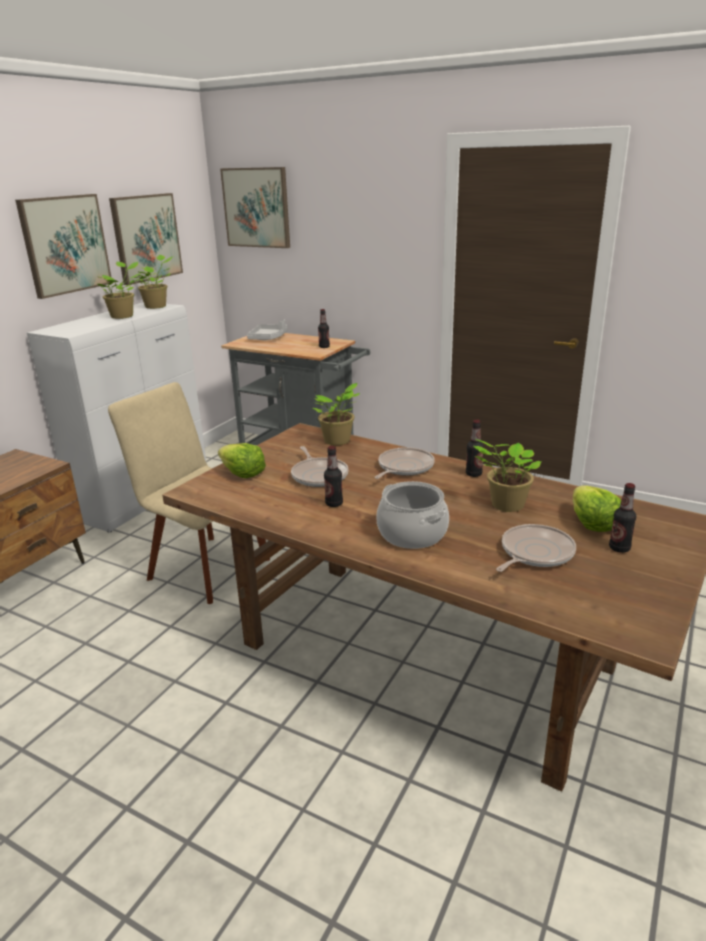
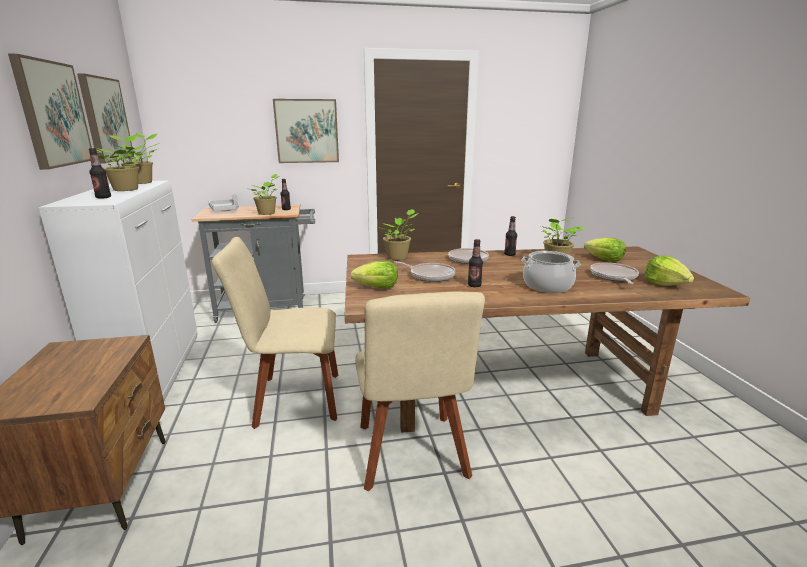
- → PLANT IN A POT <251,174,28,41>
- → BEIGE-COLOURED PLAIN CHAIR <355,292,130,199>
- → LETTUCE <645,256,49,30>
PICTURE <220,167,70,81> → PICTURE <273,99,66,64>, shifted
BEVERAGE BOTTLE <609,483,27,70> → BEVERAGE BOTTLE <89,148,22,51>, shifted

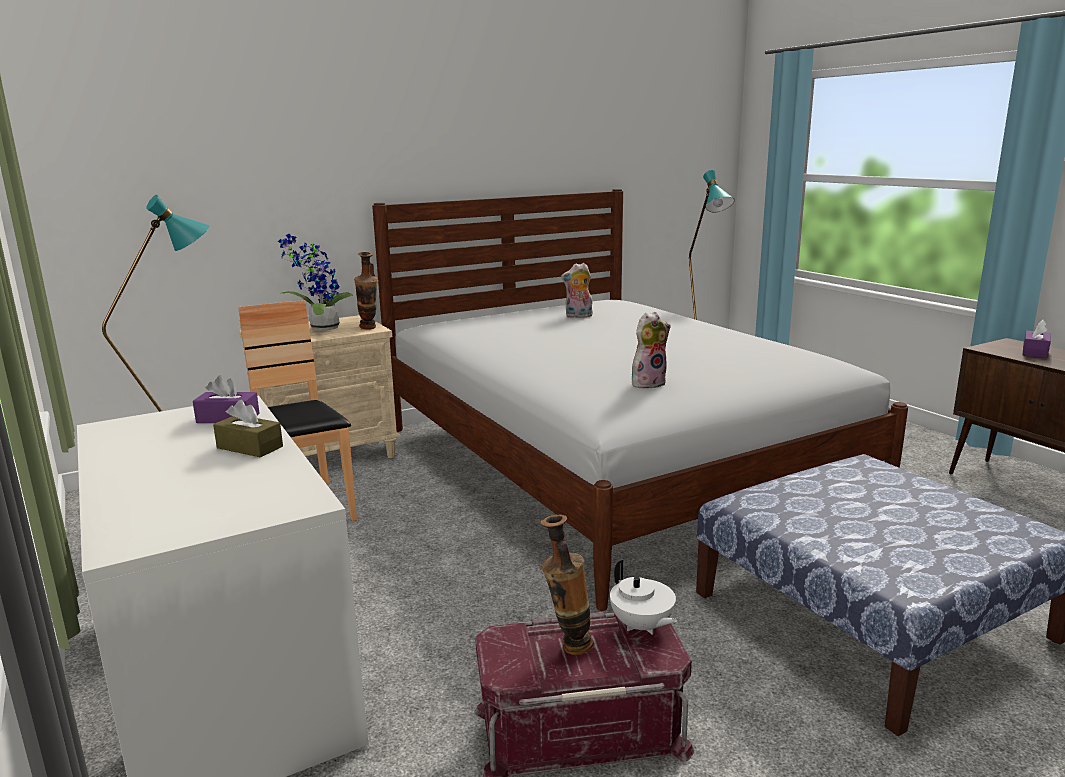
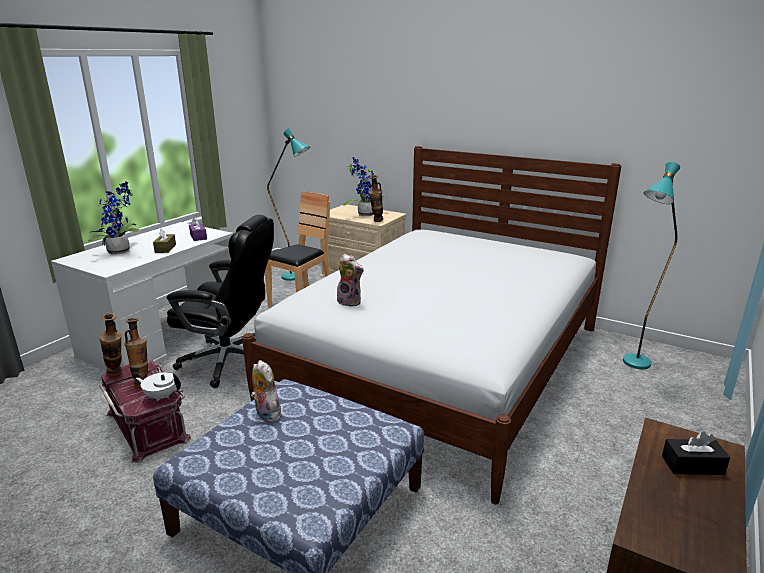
- → PLANT IN A POT <88,181,52,74>
- → VASE <99,314,23,63>
- → BLACKISH COMPUTER CHAIR <167,215,107,173>
PLUSH TOY <561,263,32,55> → PLUSH TOY <251,360,30,63>, shifted
PURPLE-COLOURED BOX OF TISSUES <1023,320,28,38> → BLACKISH BOX OF TISSUES <662,431,68,44>
WHITISH TEA POT <610,560,67,75> → WHITISH TEA POT <136,372,45,29>, 75 degrees clockwise

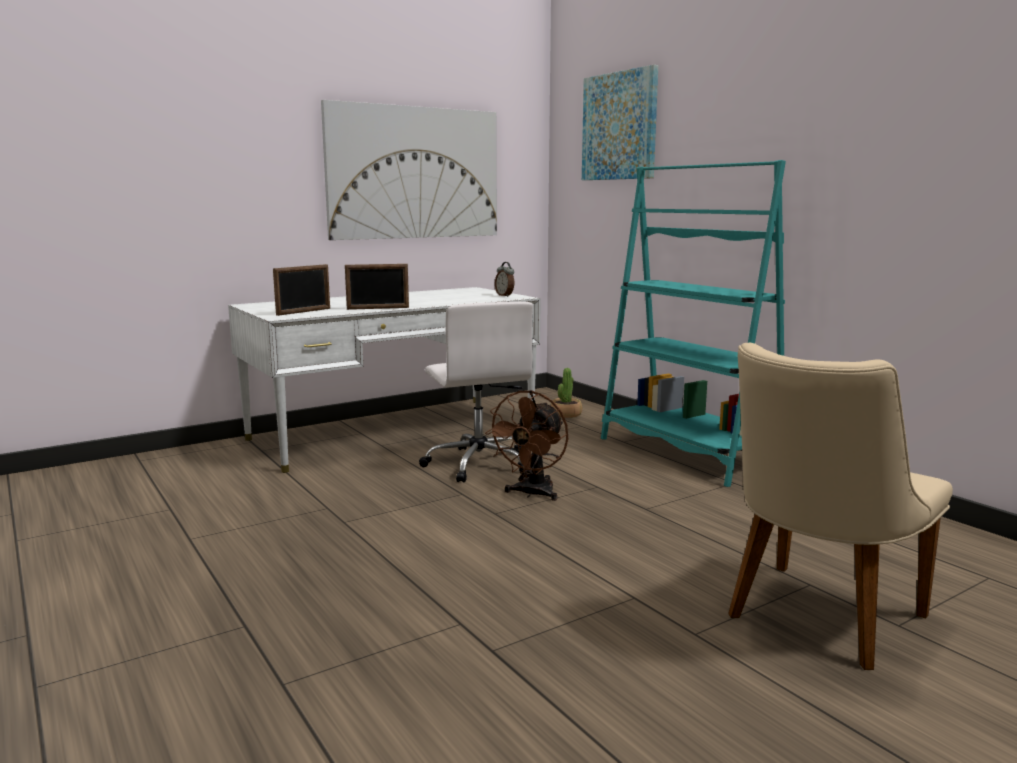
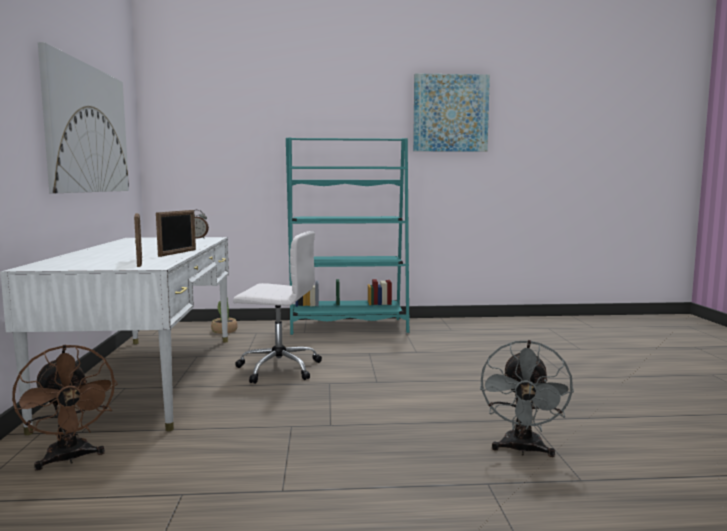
BEIGE-COLOURED PLAIN CHAIR <728,343,225,327> → -
- → GREYISH COOLING FAN <480,340,94,117>
BROWN COOLING FAN <485,390,83,111> → BROWN COOLING FAN <12,344,106,127>, shifted
PICTURE <582,65,76,115> → PICTURE <413,74,77,78>, shifted

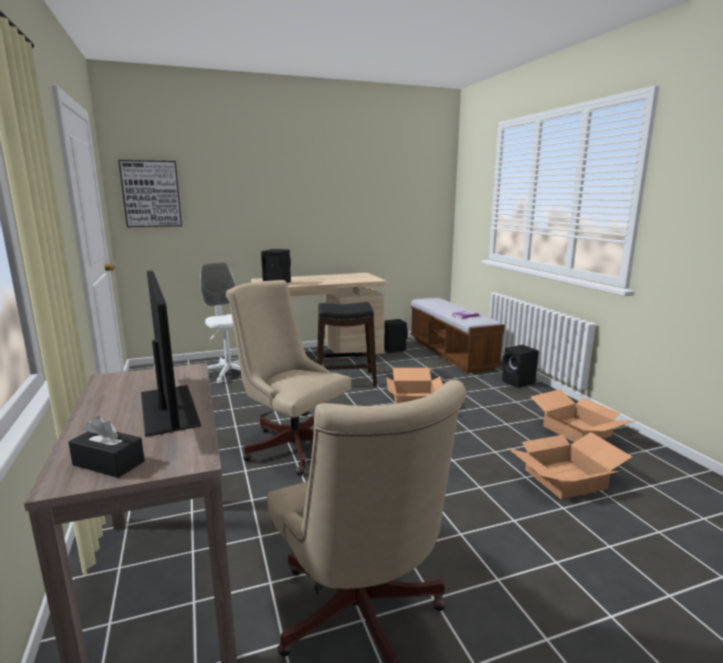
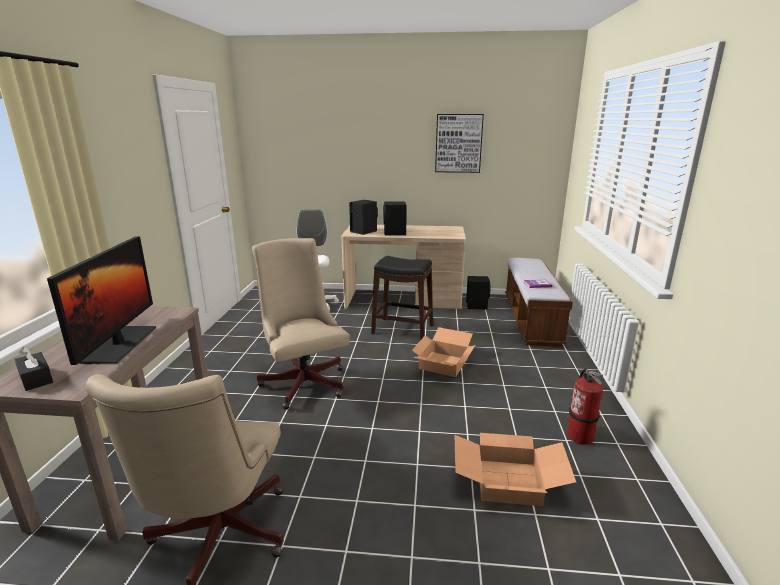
PICTURE <118,160,64,67> → PICTURE <435,114,49,59>, shifted
BLACKISH SPEAKER <502,345,37,43> → BLACKISH SPEAKER <383,201,24,35>, shifted
CARTON <531,389,103,53> → FIRE EXTINGUISHER <567,369,36,76>

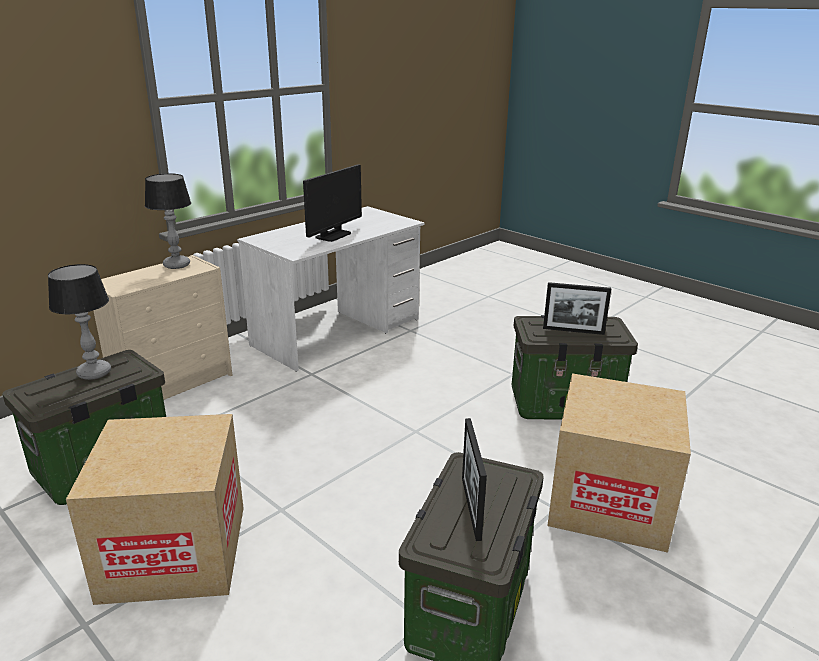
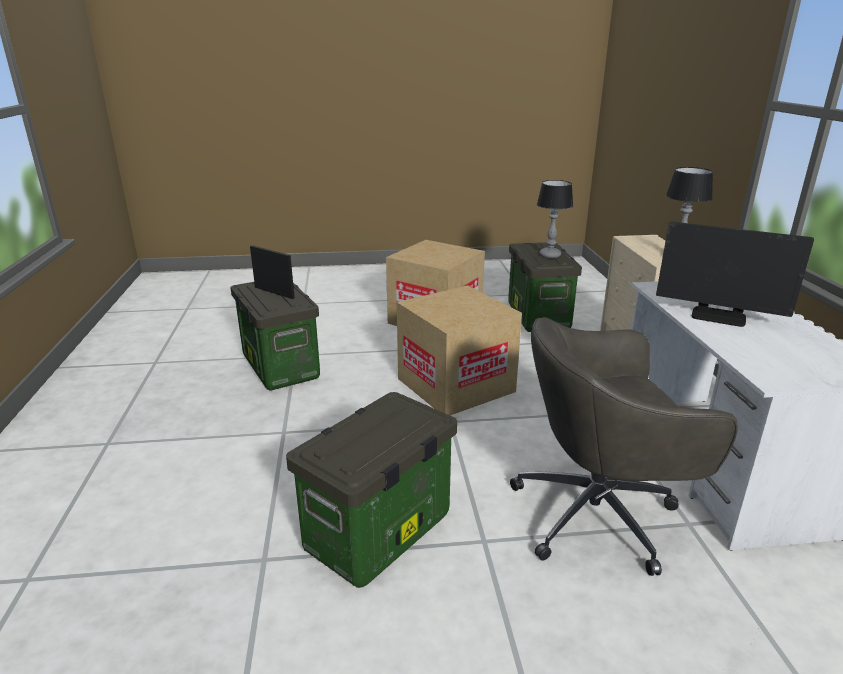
PHOTO FRAME <543,282,68,53> → -
- → GREYISH COMPUTER CHAIR <510,317,228,259>
CARTON <547,373,144,180> → CARTON <397,285,125,130>, shifted
COMPUTER SCREEN <303,164,59,78> → COMPUTER SCREEN <656,222,158,105>, 45 degrees counterclockwise

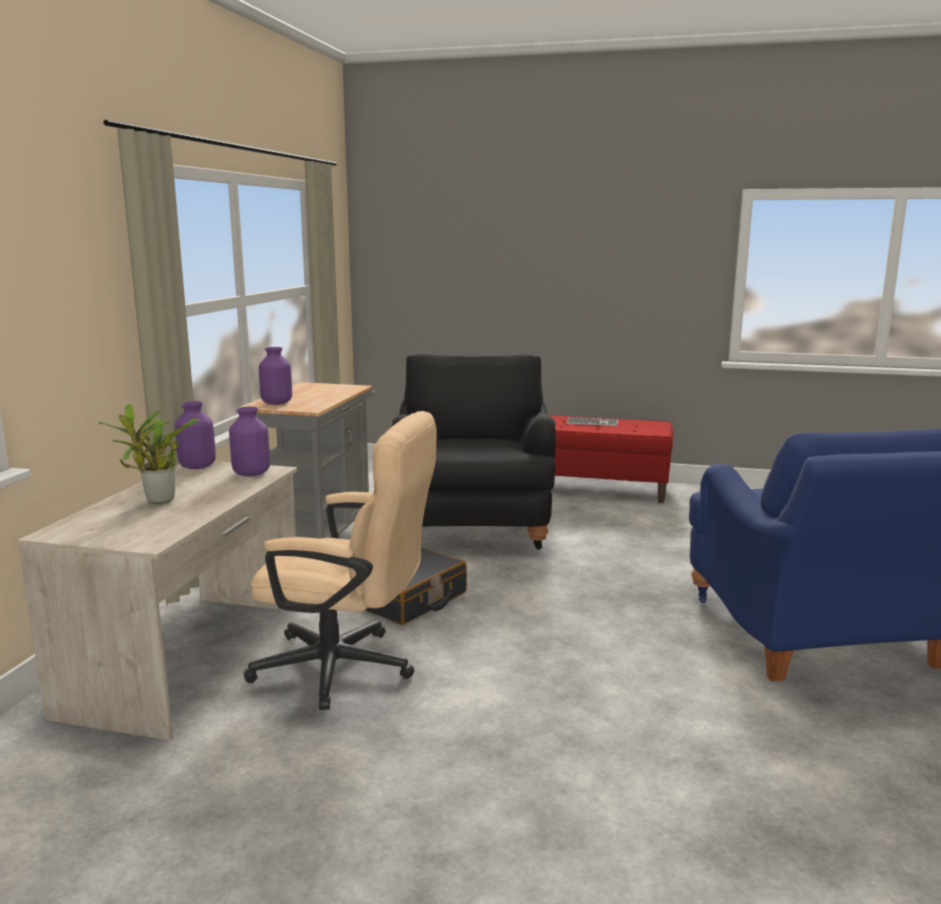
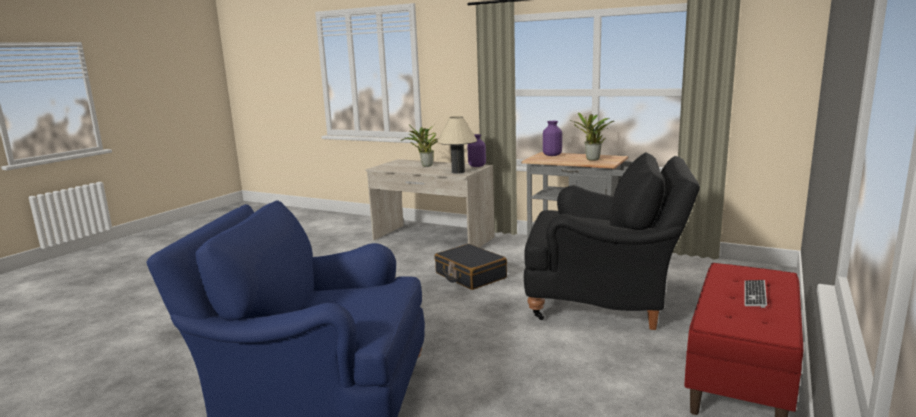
BEIGE-COLOURED COMPUTER CHAIR <244,411,192,299> → -
- → PLANT IN A POT <570,113,44,48>
PURPLE-COLOURED VASE <229,407,41,69> → BEIGE-COLOURED LAMP FOR A TABLE <437,116,40,58>

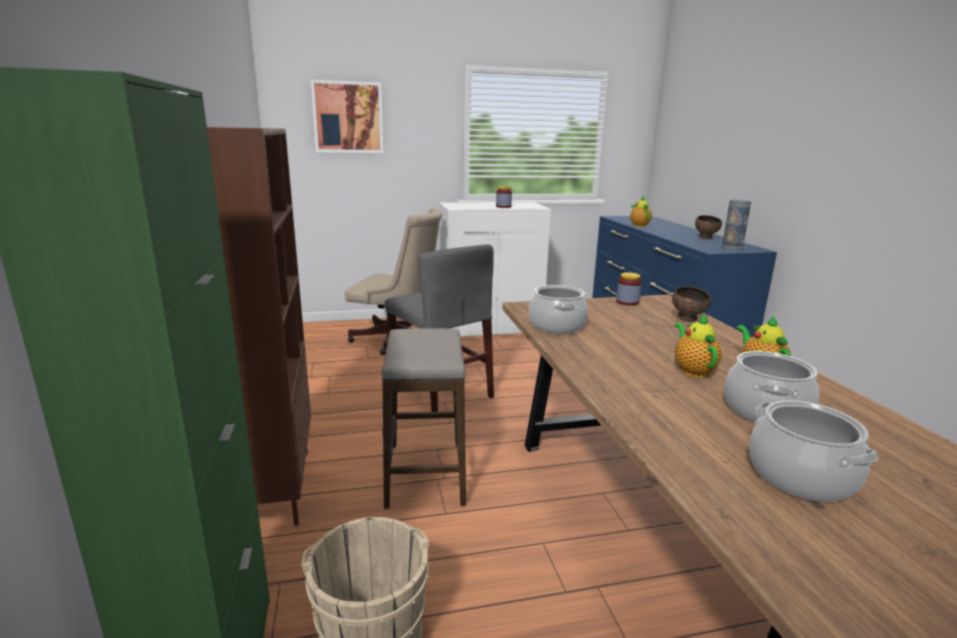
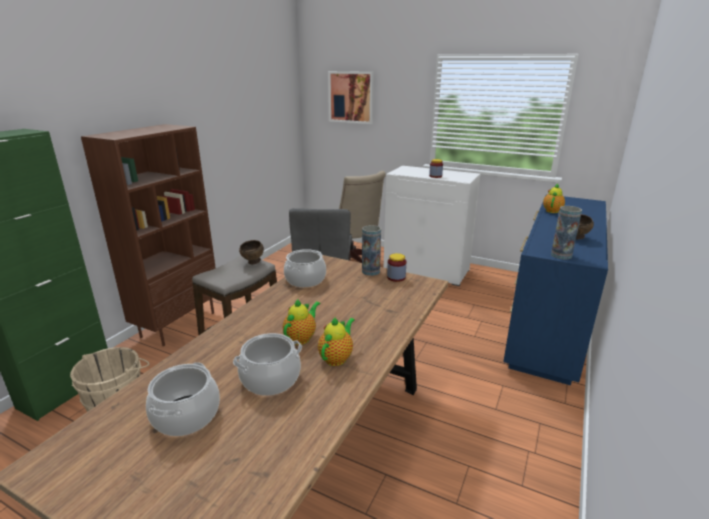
- → VASE <362,225,19,51>
BROWN SERVING BOWL <672,286,39,36> → BROWN SERVING BOWL <239,240,25,24>, shifted

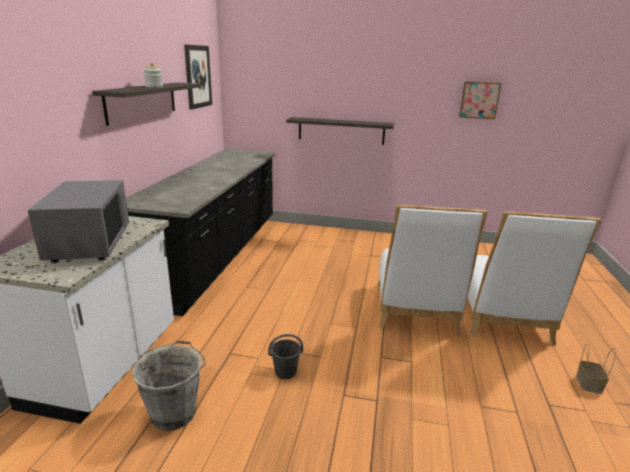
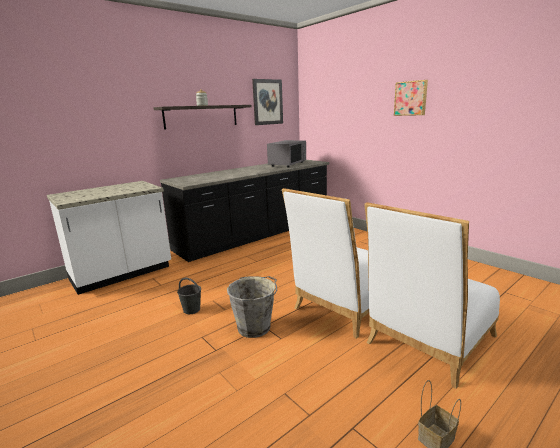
WALL SHELF <286,117,108,28> → -
GREYISH MICROWAVE OVEN <28,180,101,83> → GREYISH MICROWAVE OVEN <267,140,39,27>, shifted
GREYISH WATER BUCKET <132,340,74,91> → GREYISH WATER BUCKET <227,276,50,62>, shifted
PICTURE <459,81,43,38> → PICTURE <394,80,34,36>, shifted

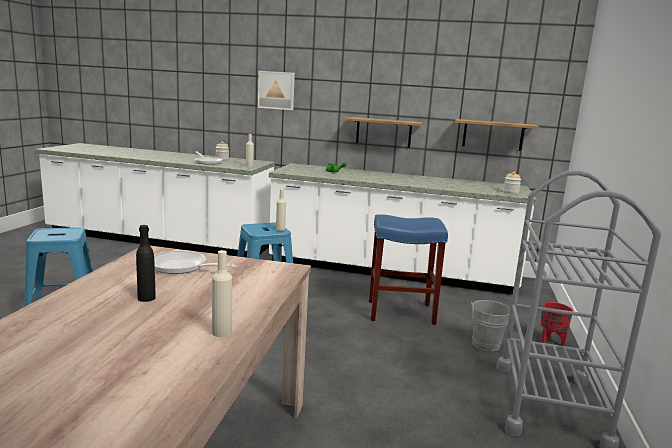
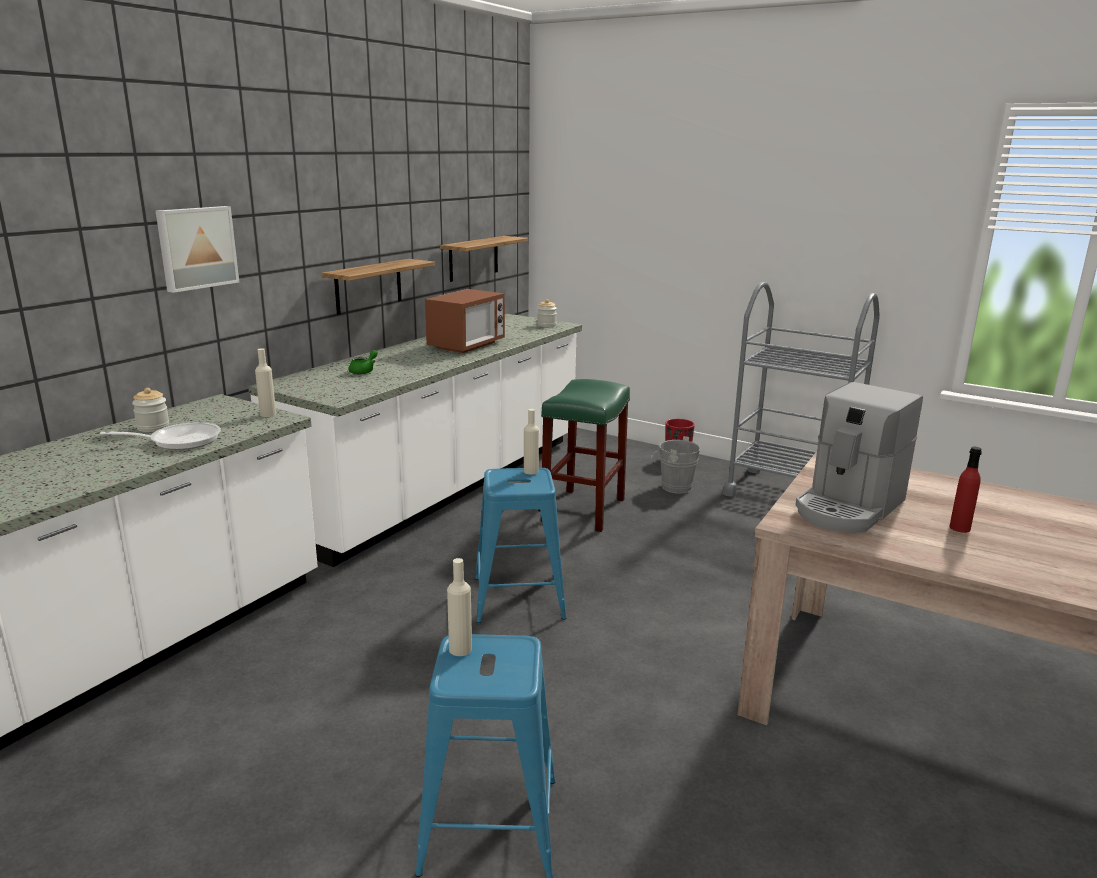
- → MICROWAVE OVEN <425,289,80,64>
BEIGE-COLOURED BEVERAGE BOTTLE <212,250,20,87> → BEIGE-COLOURED BEVERAGE BOTTLE <447,558,25,98>, shifted
SKILLET <154,250,82,24> → COFFEE MACHINE <796,382,127,151>
BLACKISH BEVERAGE BOTTLE <136,225,20,77> → REDDISH BEVERAGE BOTTLE <949,447,33,86>
BLUISH SITTING STOOL <369,214,79,111> → GREENISH SITTING STOOL <541,379,89,153>

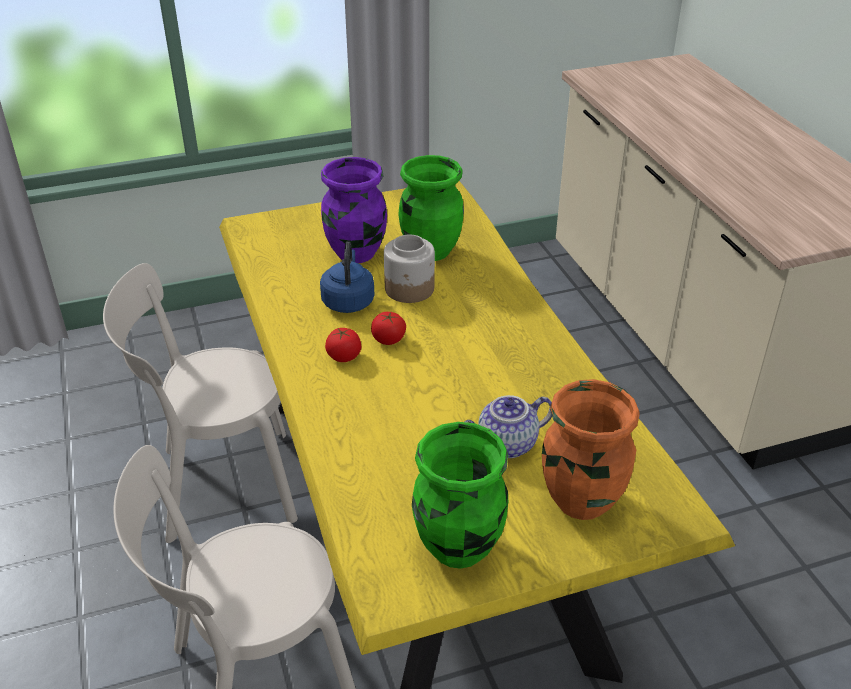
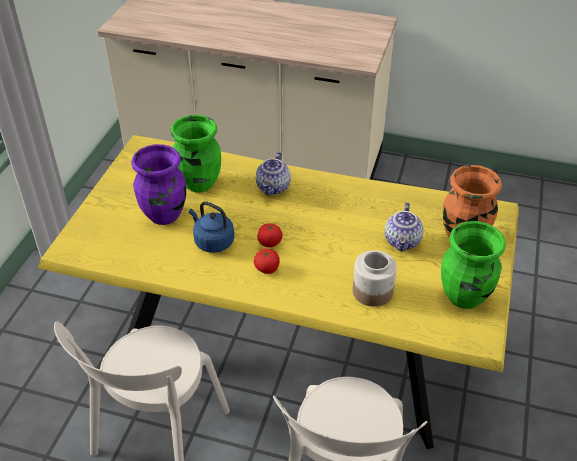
- → TEA POT <256,152,35,43>
STORAGE JAR <384,235,51,68> → STORAGE JAR <353,250,44,57>, shifted

